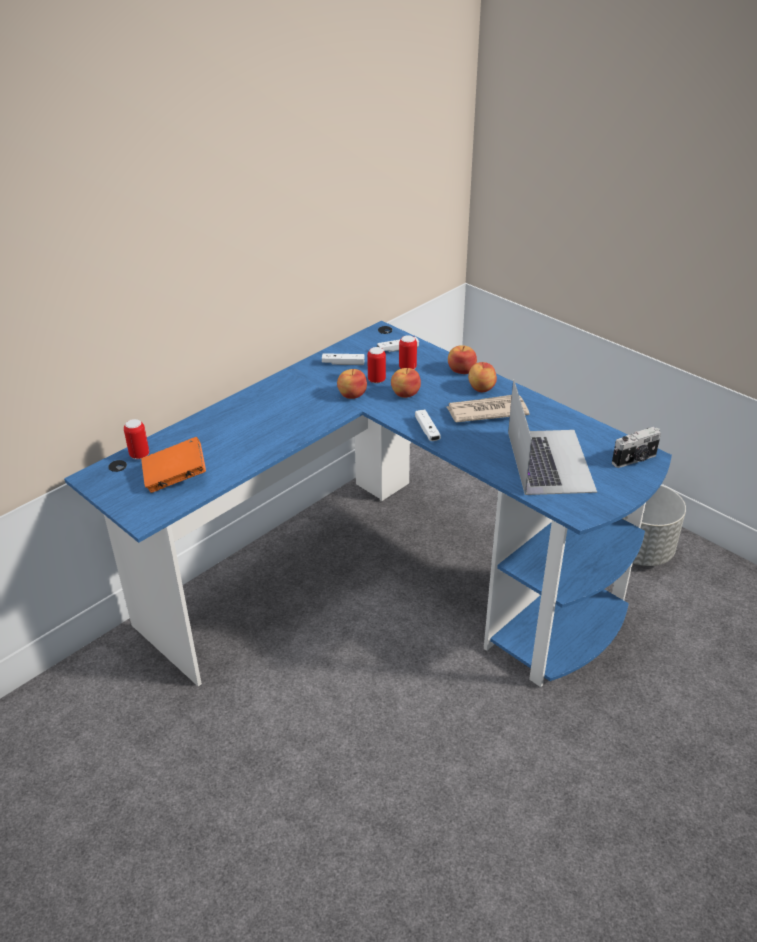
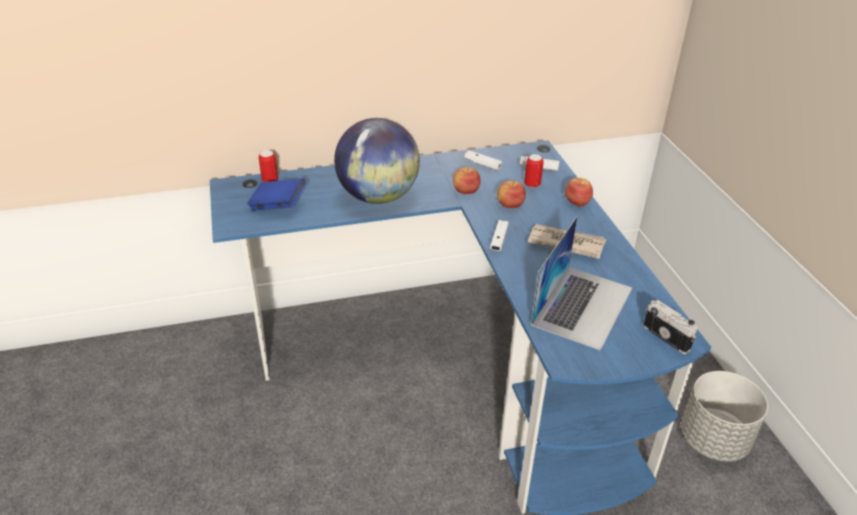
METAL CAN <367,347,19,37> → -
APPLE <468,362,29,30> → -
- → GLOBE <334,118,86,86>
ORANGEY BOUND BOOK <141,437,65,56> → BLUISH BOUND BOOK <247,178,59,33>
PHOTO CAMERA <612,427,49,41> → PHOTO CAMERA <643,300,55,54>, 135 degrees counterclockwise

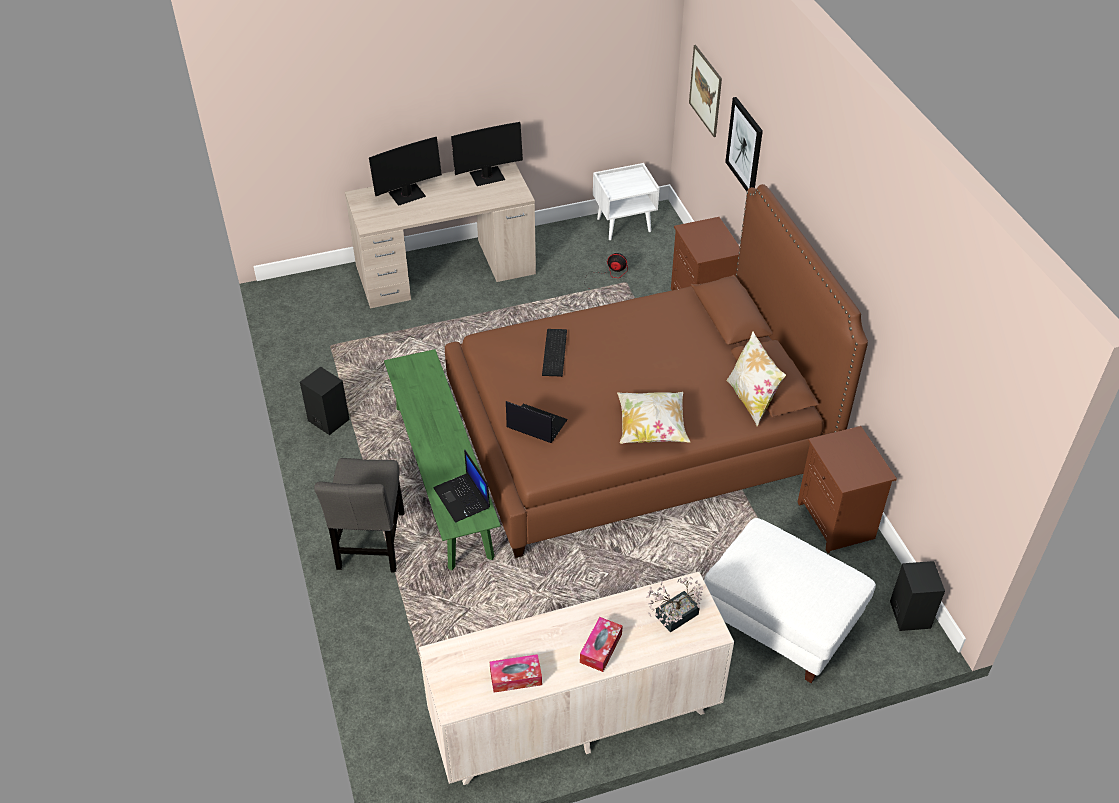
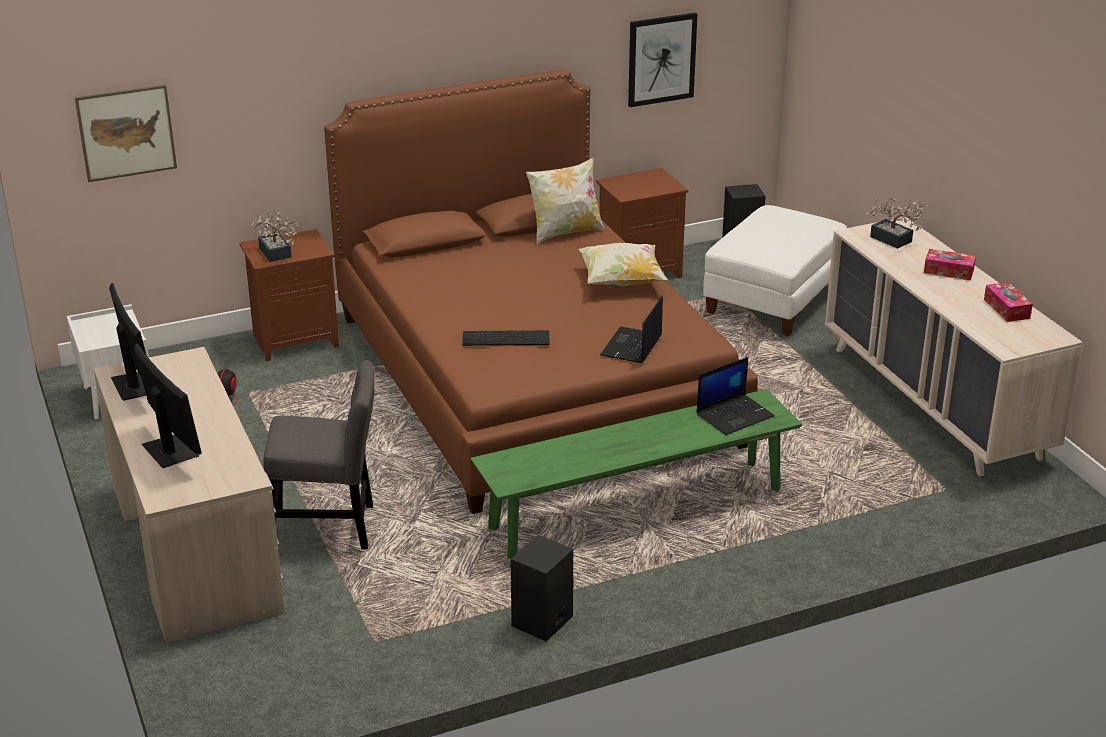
- → PLANT IN A POT <251,211,48,51>
GREYISH PLAIN CHAIR <314,458,91,115> → GREYISH PLAIN CHAIR <263,360,111,189>, shifted
PICTURE <725,97,38,95> → PICTURE <628,13,69,94>, shifted

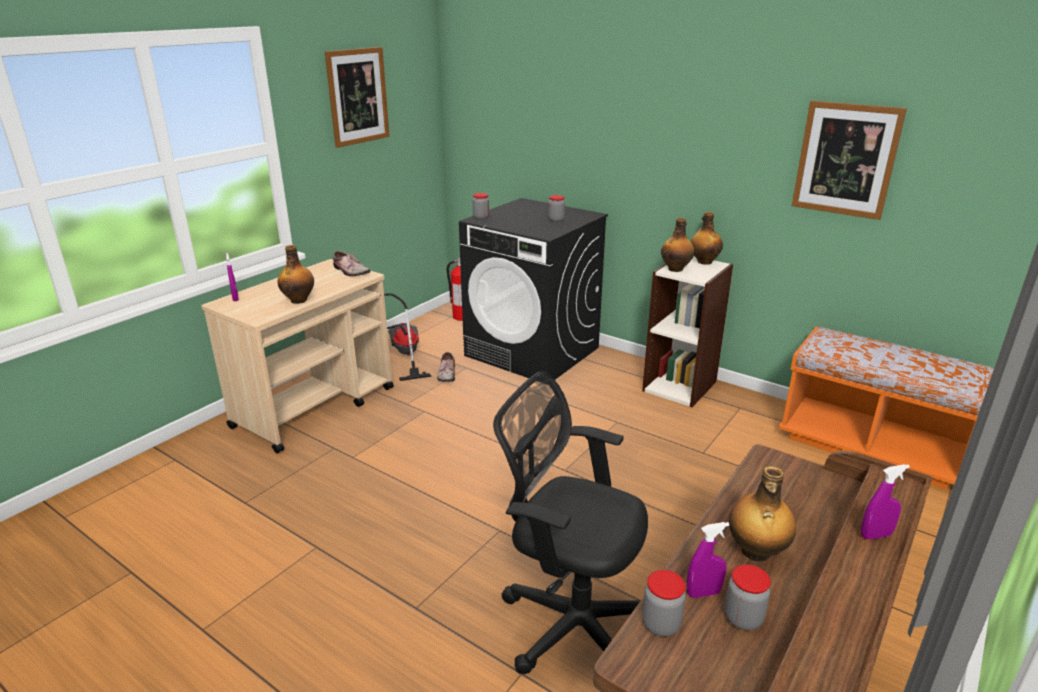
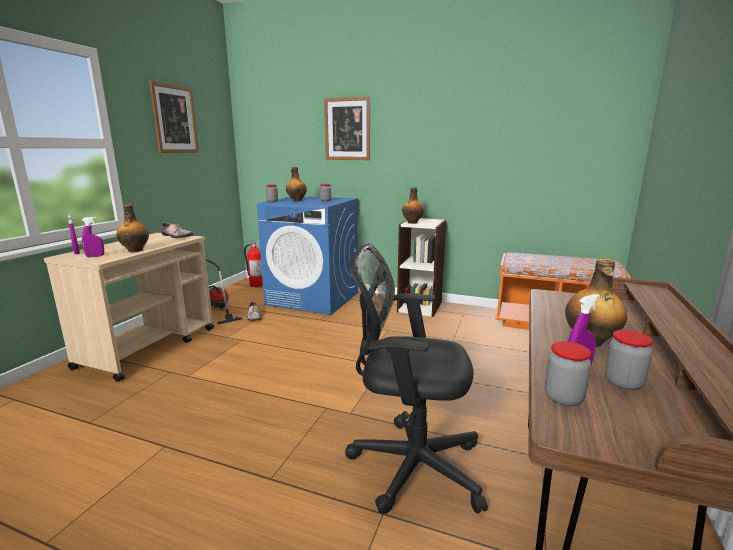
BEVERAGE BOTTLE <690,212,33,53> → BEVERAGE BOTTLE <286,167,21,34>, shifted
PICTURE <792,101,115,119> → PICTURE <324,96,46,64>, shifted
PURPLE-COLOURED SPRAYER <861,464,49,76> → PURPLE-COLOURED SPRAYER <82,217,22,40>, shifted
BLACKISH LAUNDRY APPLIANCE <459,198,149,182> → BLUISH LAUNDRY APPLIANCE <257,196,101,119>

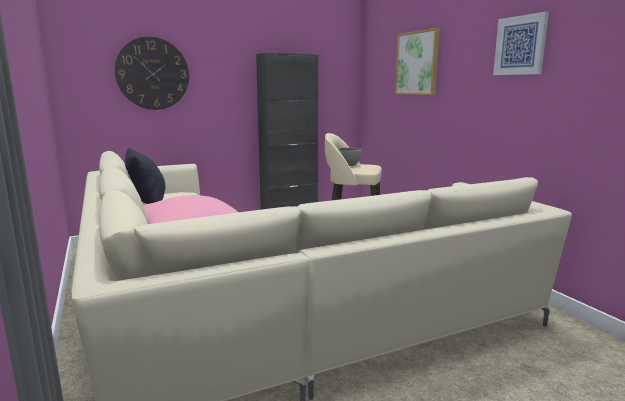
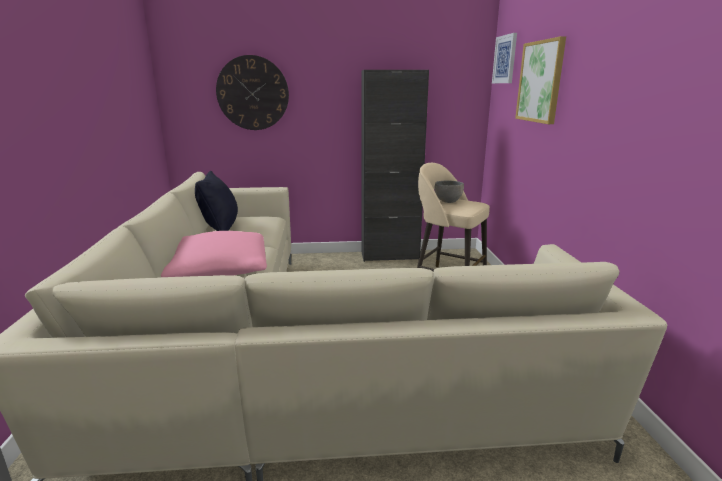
PICTURE <493,12,56,63> → PICTURE <492,33,25,50>, shifted

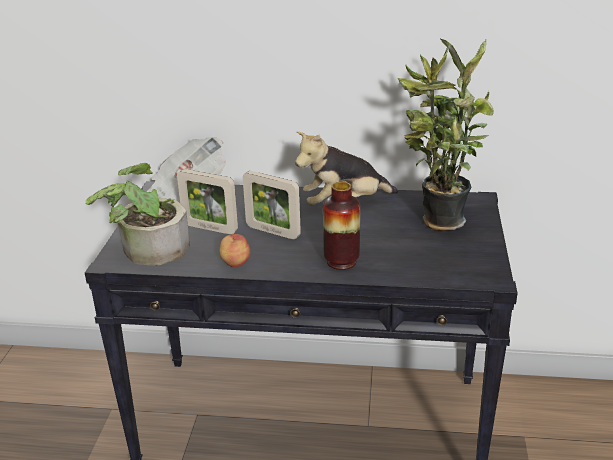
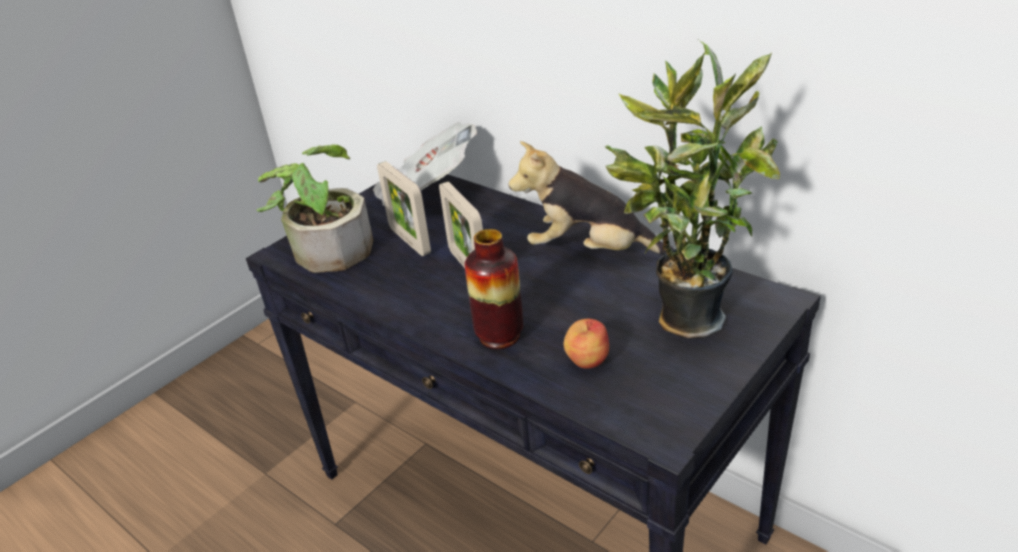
APPLE <219,234,31,33> → APPLE <564,319,45,50>, shifted

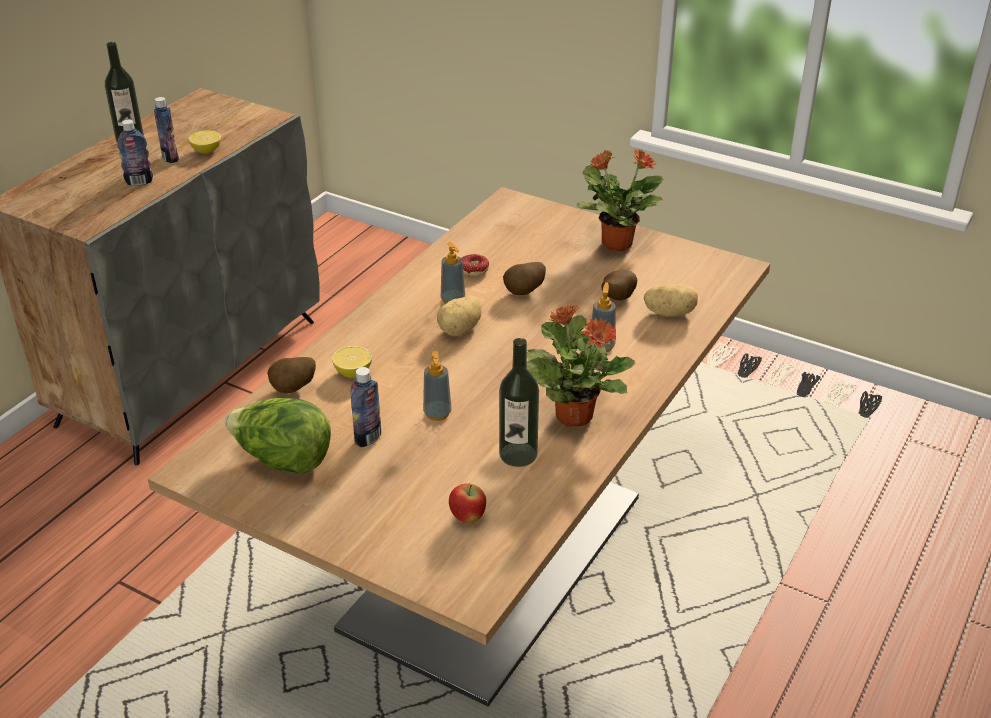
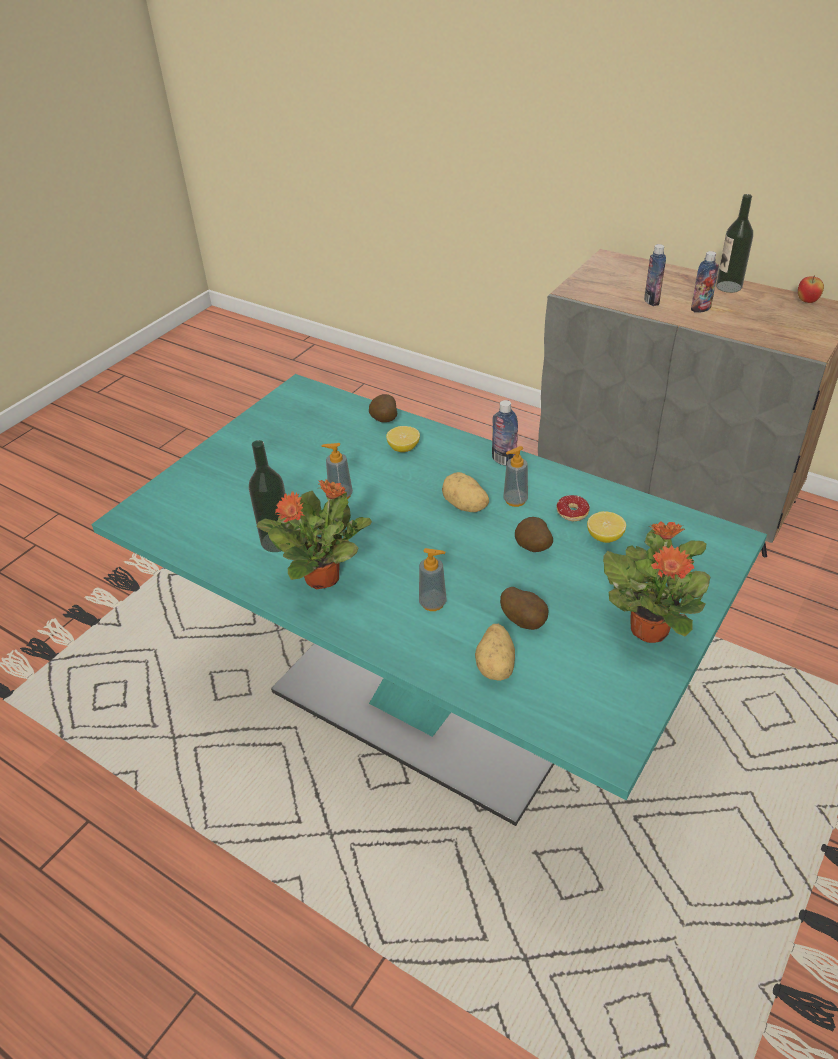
LETTUCE <225,398,106,76> → -
WHOLE LEMON <189,130,32,24> → WHOLE LEMON <587,511,39,32>, shifted
BEVERAGE BOTTLE <351,367,30,80> → BEVERAGE BOTTLE <492,400,26,66>, shifted
APPLE <449,484,37,39> → APPLE <798,275,26,28>, shifted
BROWN DINING TABLE <148,187,622,520> → BLUE-GREEN DINING TABLE <91,374,676,452>

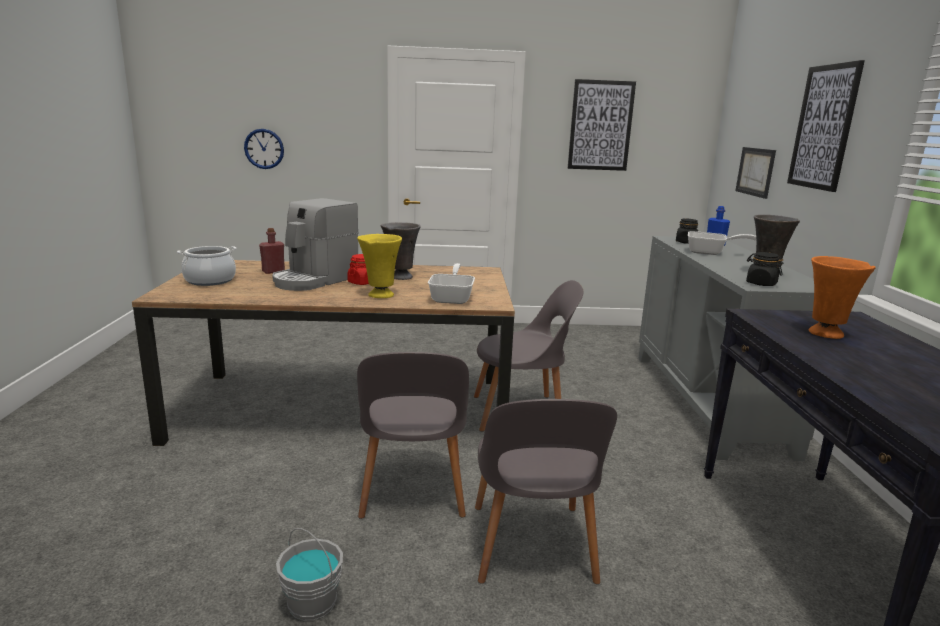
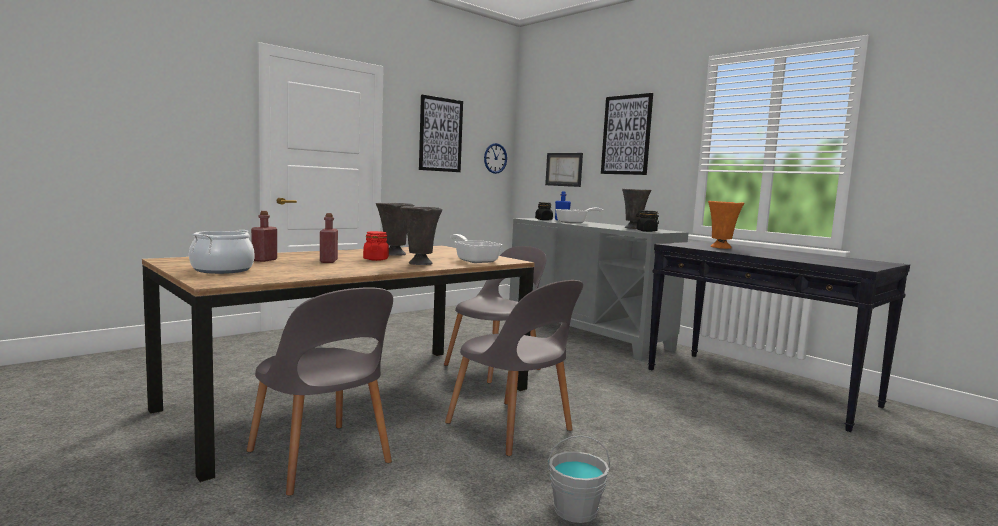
CLOCK ON THE WALL <244,129,40,40> → CLOCK ON THE WALL <484,143,23,31>, shifted
GREYISH PLAIN CHAIR <475,399,142,185> → GREYISH PLAIN CHAIR <247,287,146,209>, shifted
COFFEE MACHINE <272,198,86,93> → REDDISH BEVERAGE BOTTLE <320,213,18,50>
YELLOWISH VASE <357,234,45,64> → GREYISH VASE <400,206,43,59>

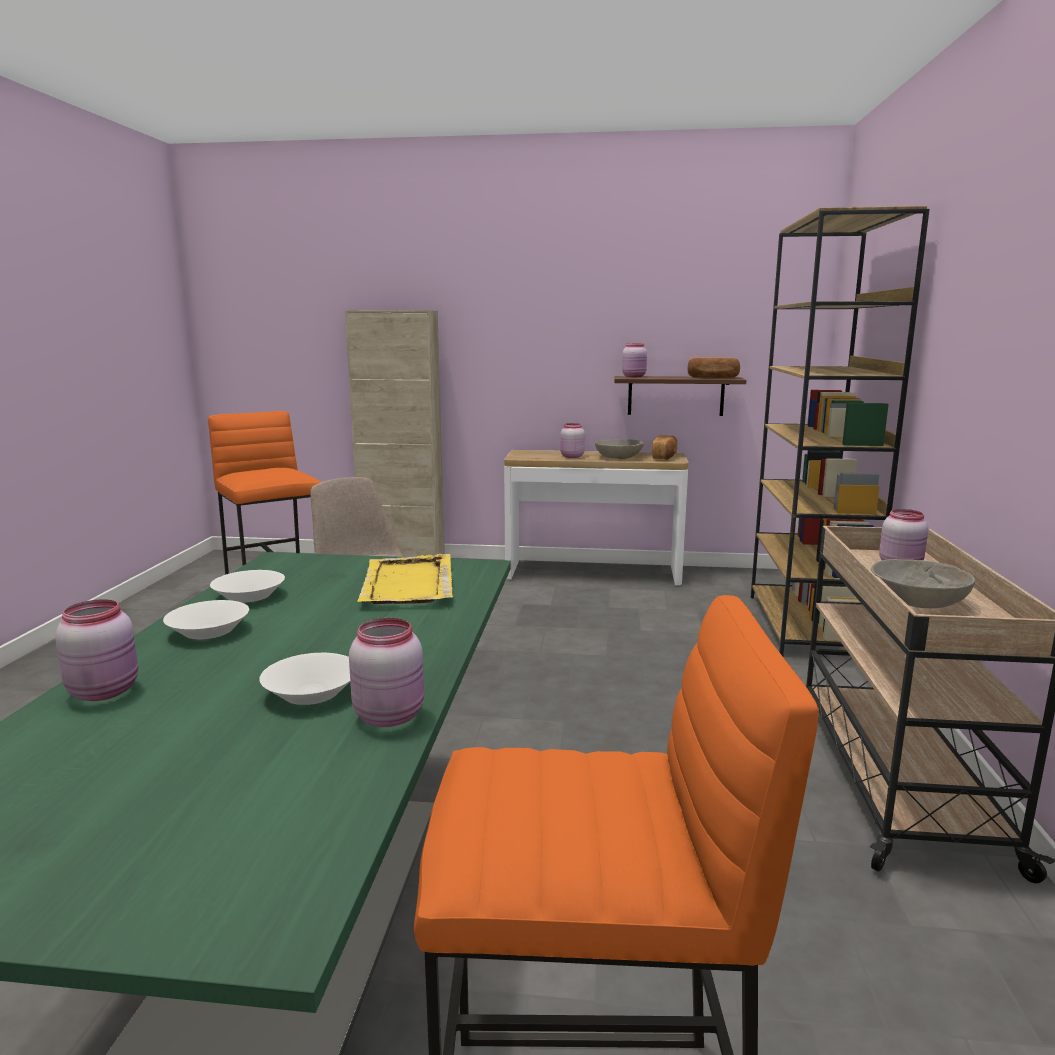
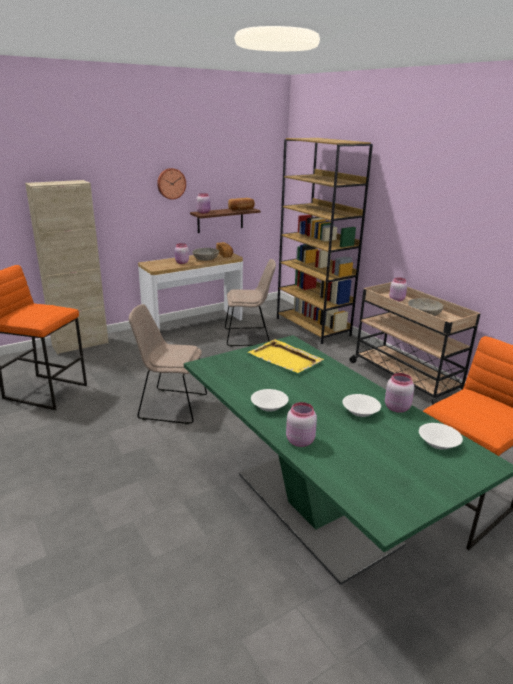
- → CLOCK ON THE WALL <157,168,29,32>
- → BEIGE-COLOURED PLAIN CHAIR <225,259,51,88>
WHITISH SERVING BOWL <210,570,75,33> → WHITISH SERVING BOWL <419,423,44,27>, shifted

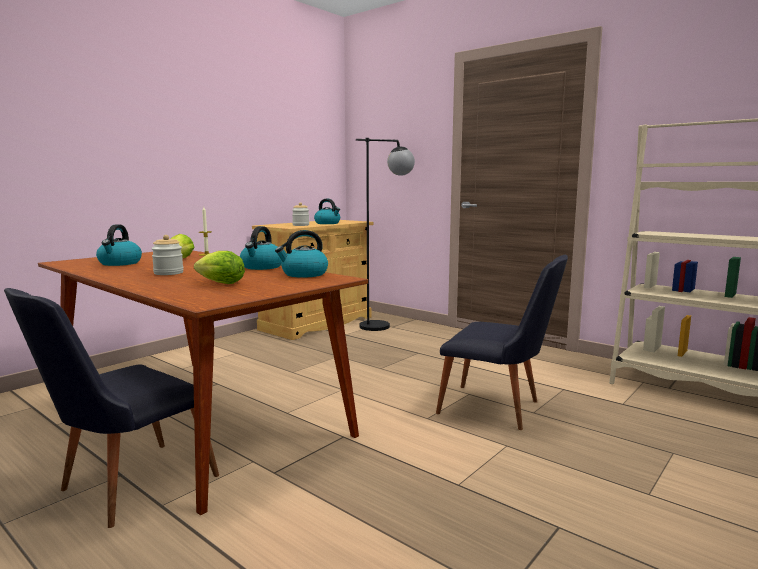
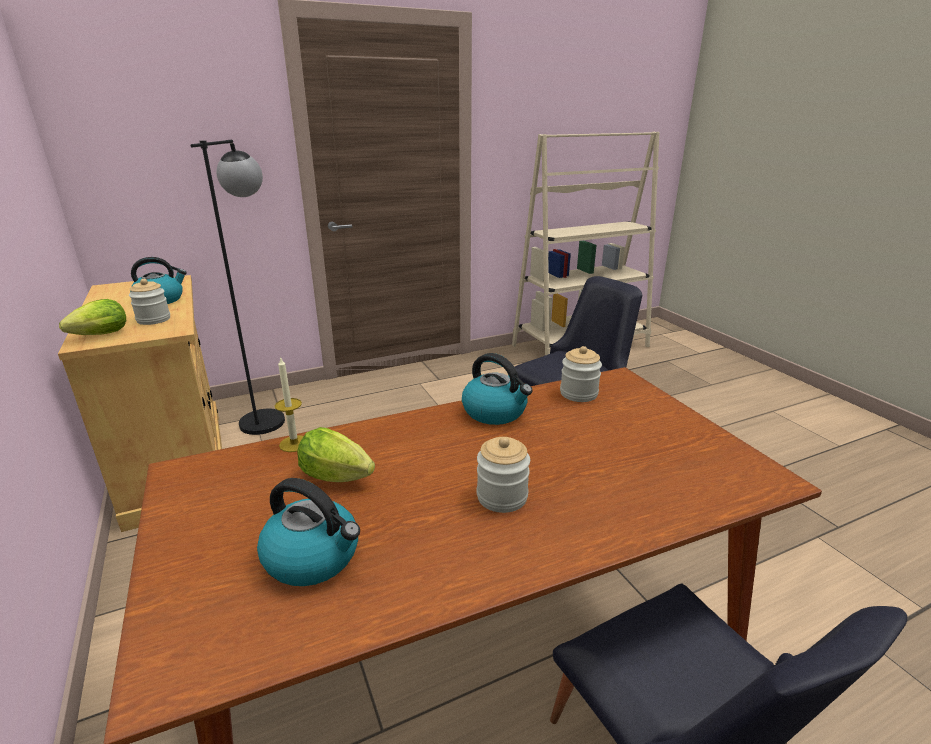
LETTUCE <194,251,51,33> → LETTUCE <59,299,67,36>, shifted
TEA KETTLE <275,230,53,48> → STORAGE JAR <560,346,42,56>

